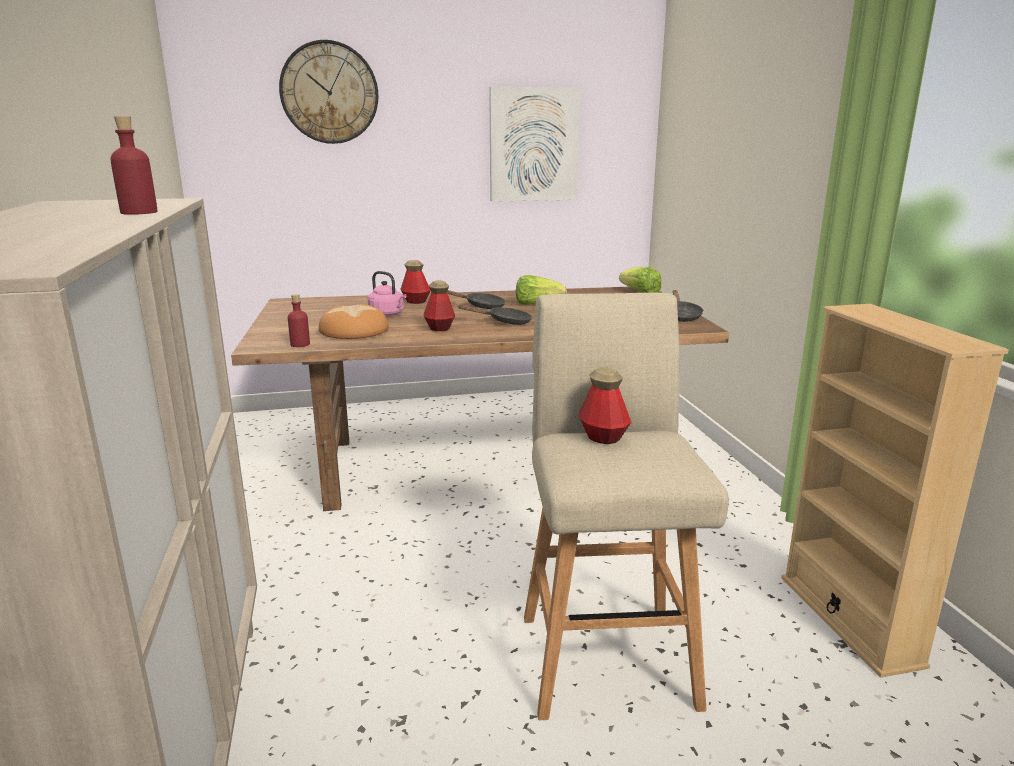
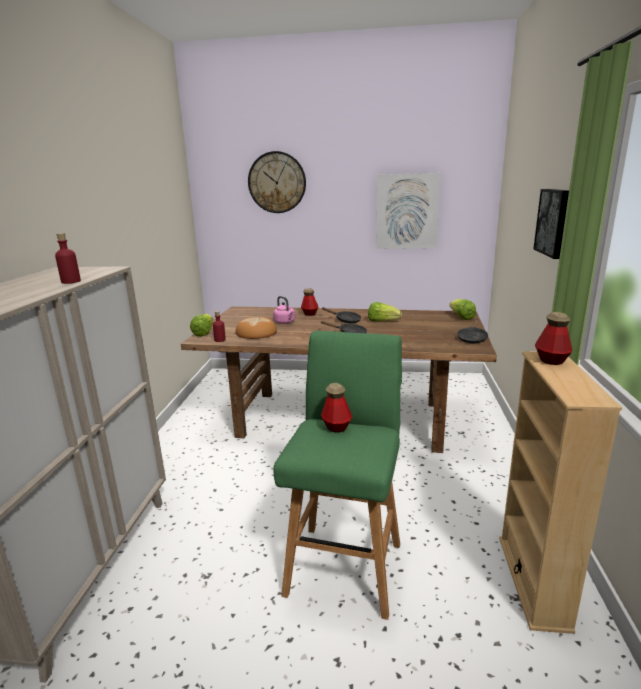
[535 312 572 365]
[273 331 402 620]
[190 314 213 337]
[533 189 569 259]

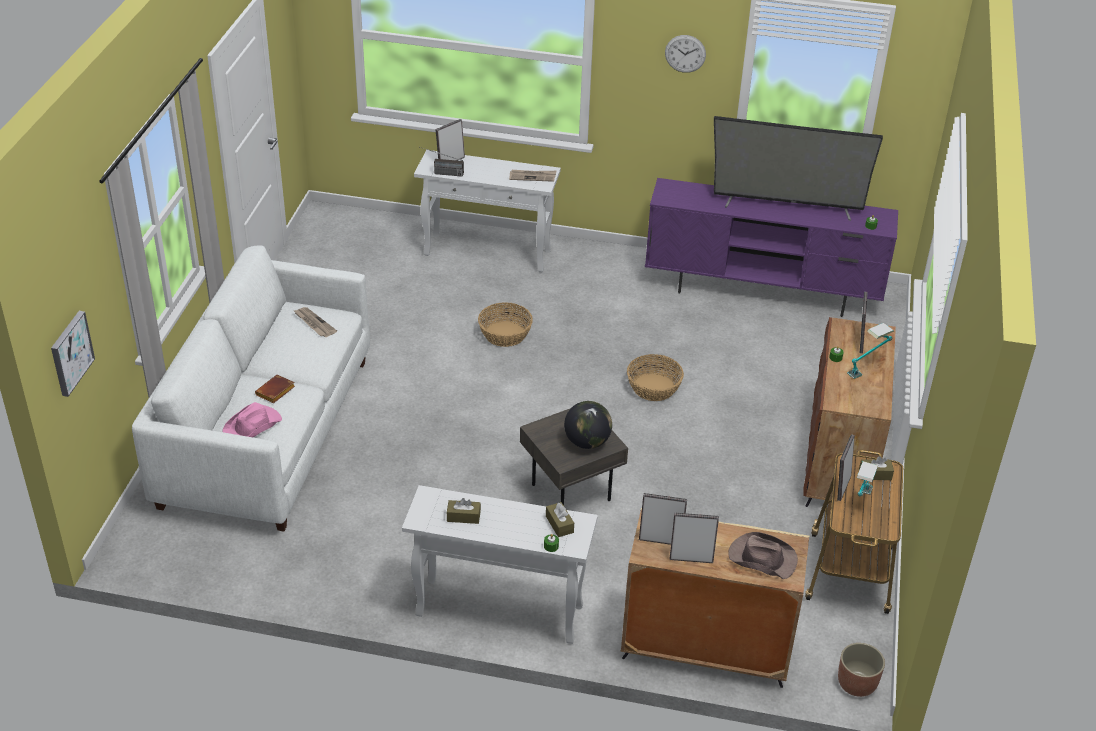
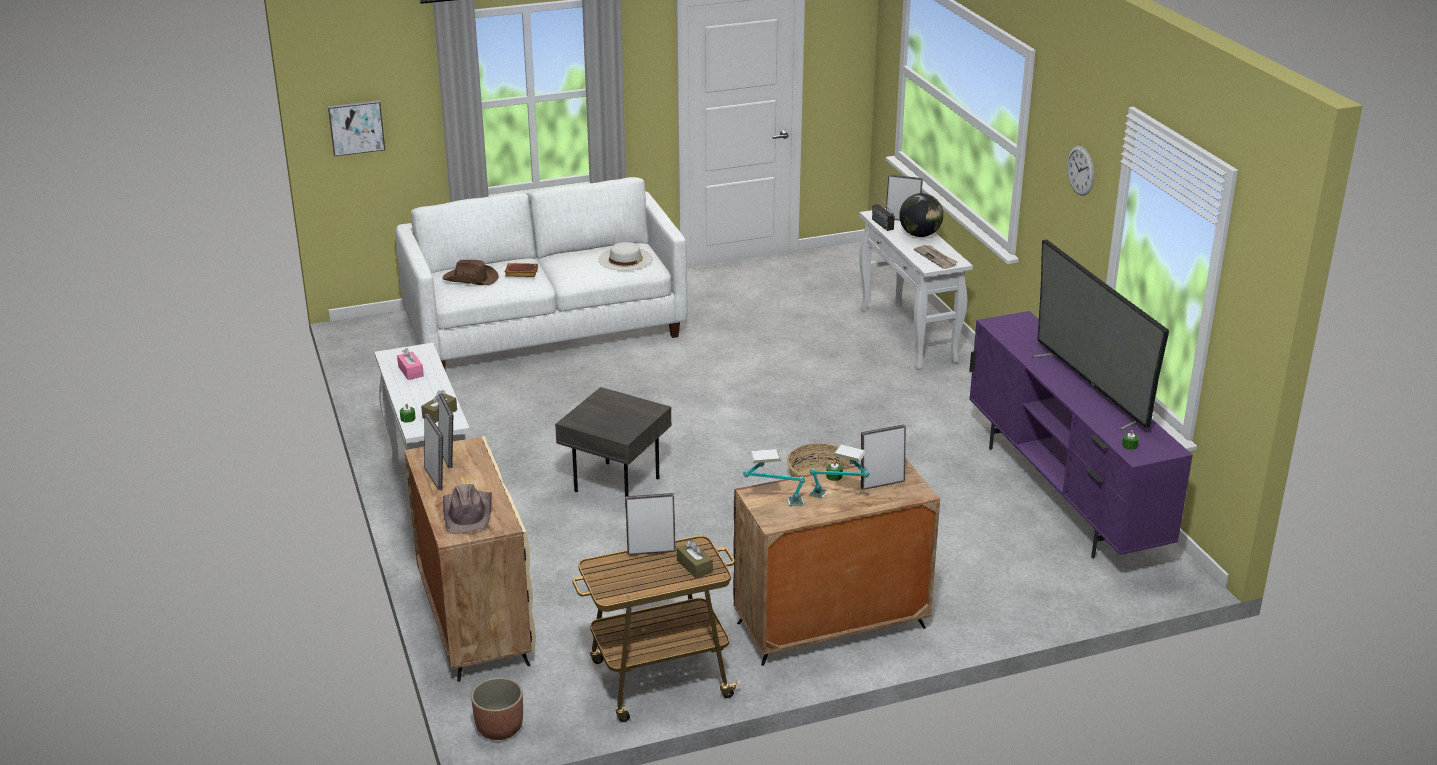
[443 260 499 285]
[598 242 653 271]
[397 348 424 380]
[478 302 533 347] (first image)
[899 193 943 237]
[743 449 805 506]

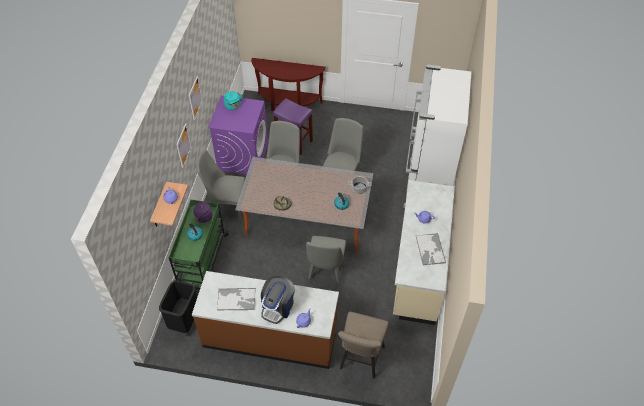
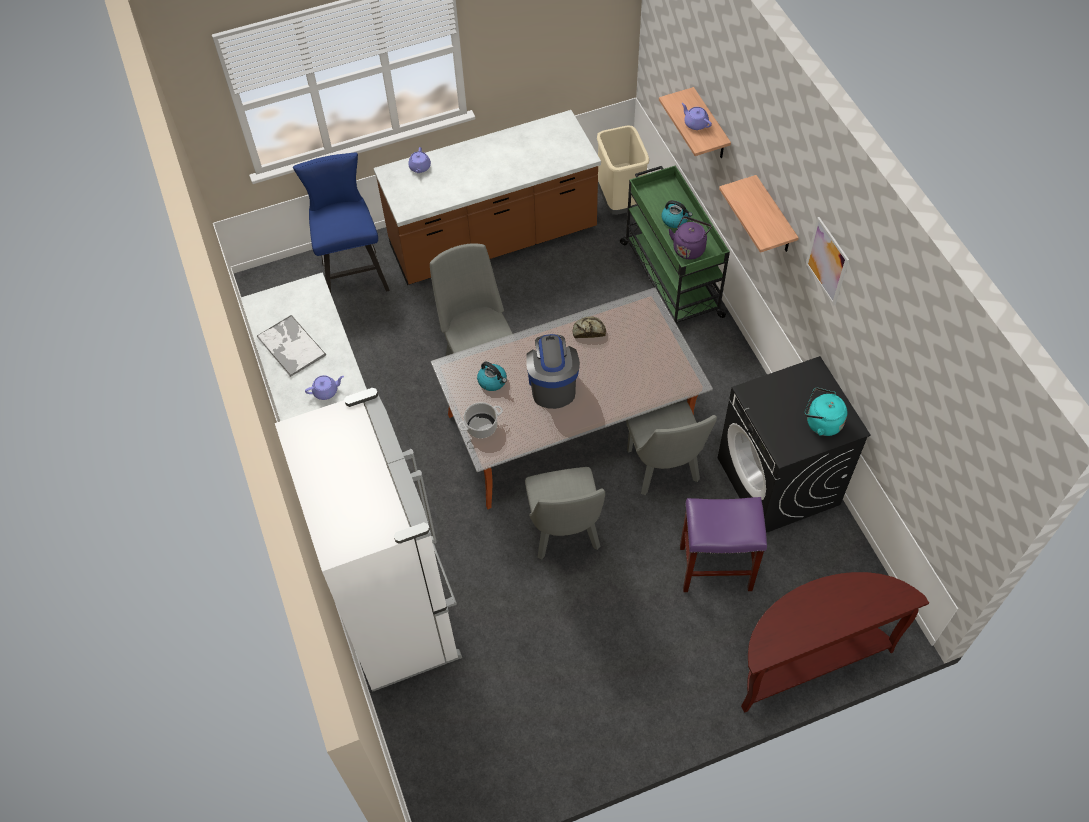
[597 125 649 215]
[719 175 799 253]
[197 149 245 219] (first image)
[718 356 871 533]
[217 288 256 310] (first image)
[526 334 580 409]
[293 153 390 293]

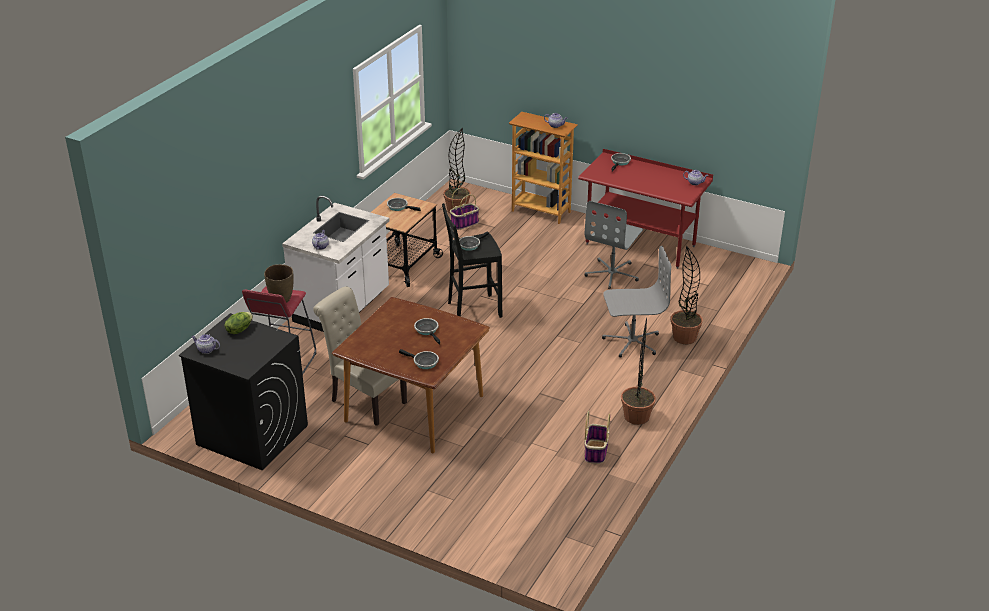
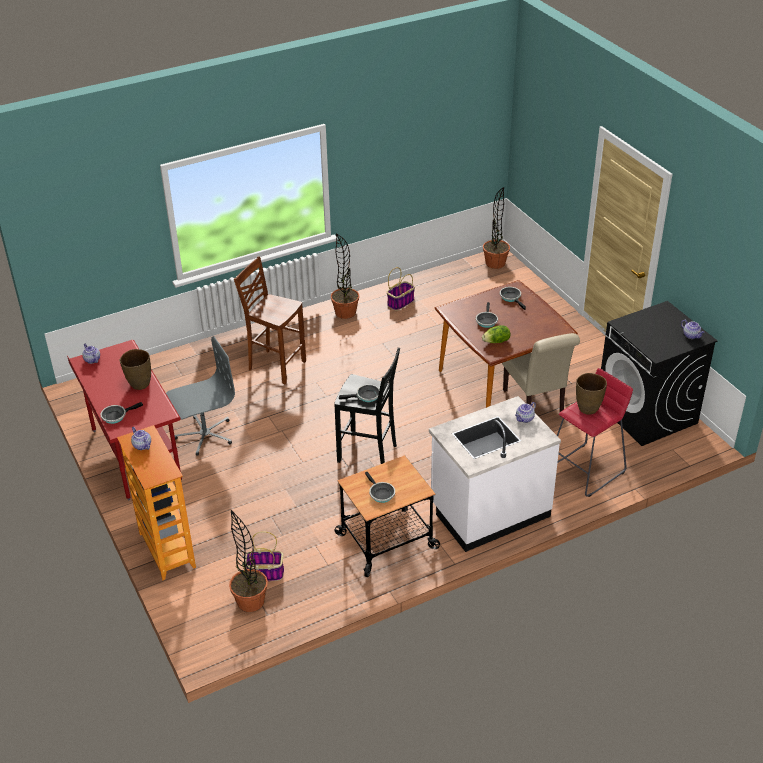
[482 325 510 343]
[234 256 306 384]
[483 187 510 269]
[120 349 151 390]

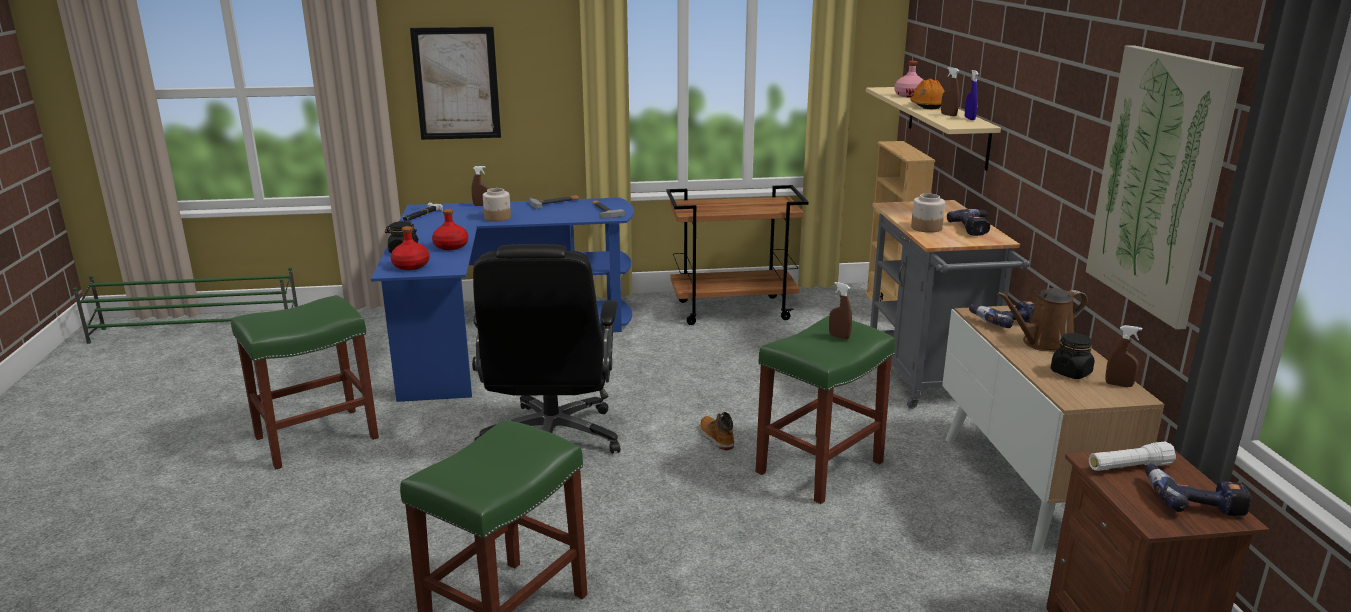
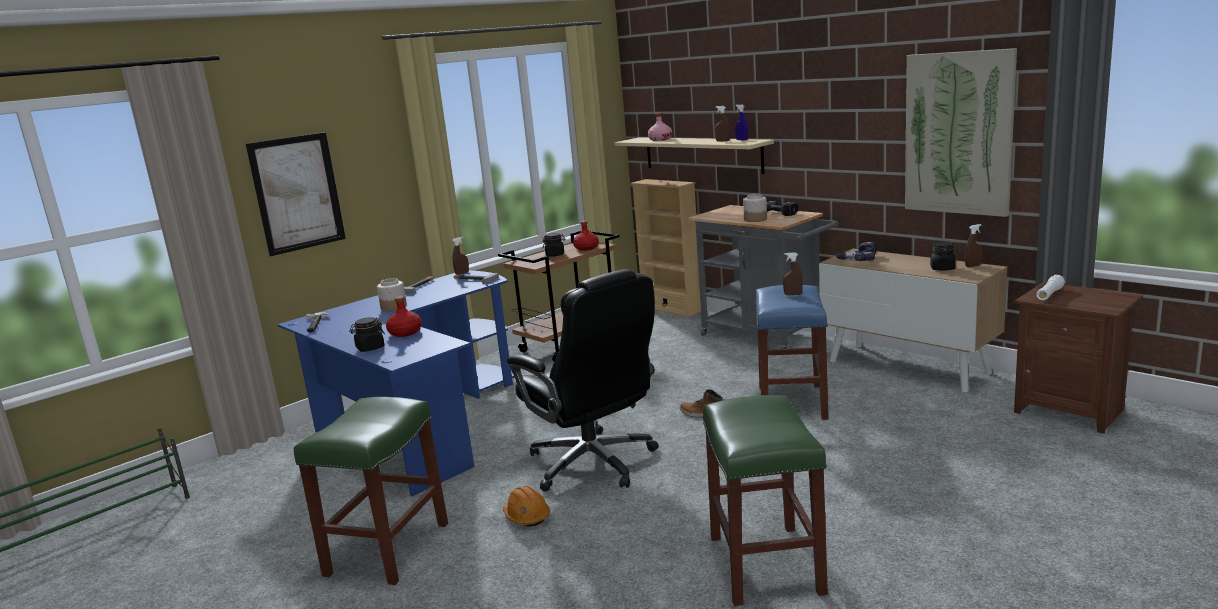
[573 221 599 251]
[452 237 469 275]
[755 285 829 420]
[503 486 550 527]
[997 288 1088 352] (first image)
[1145 464 1251 516] (first image)
[543 233 565 257]

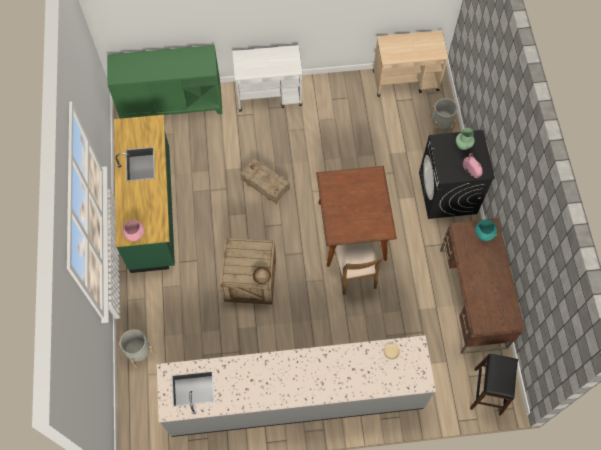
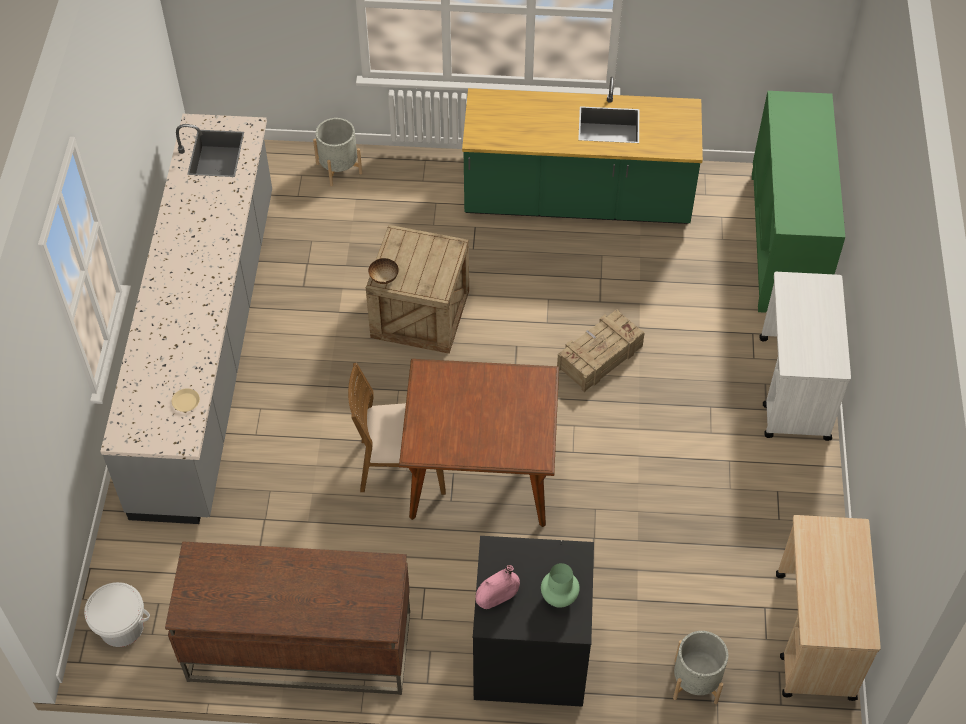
[122 220 145 242] (first image)
[84 582 150 647]
[475 220 497 241] (first image)

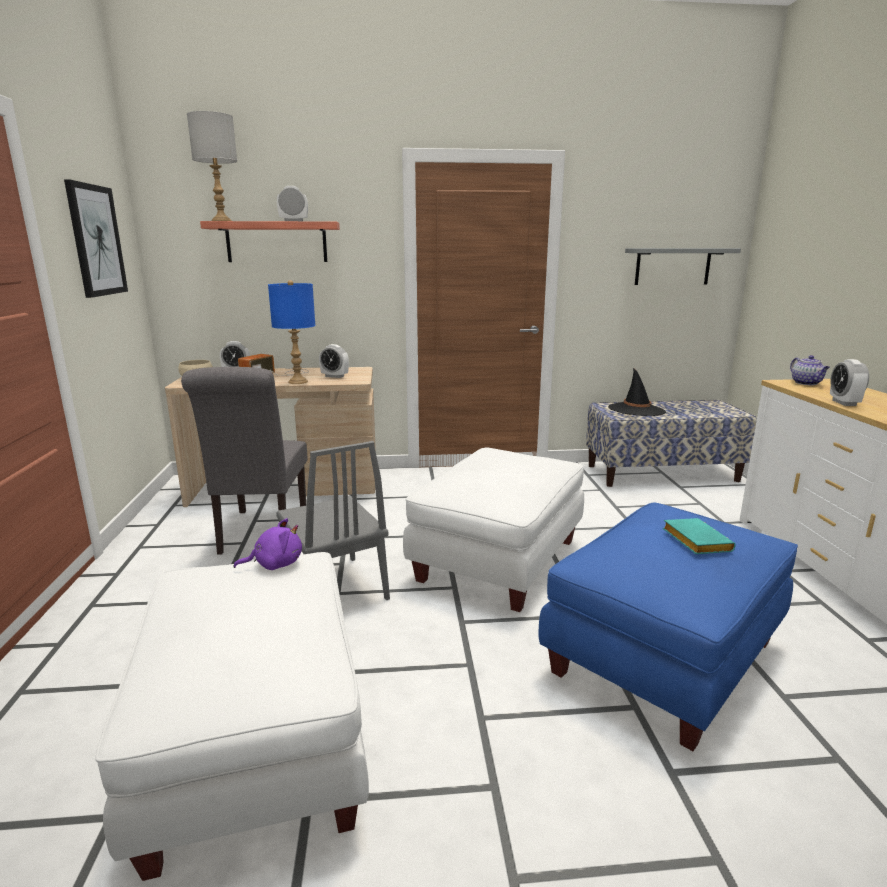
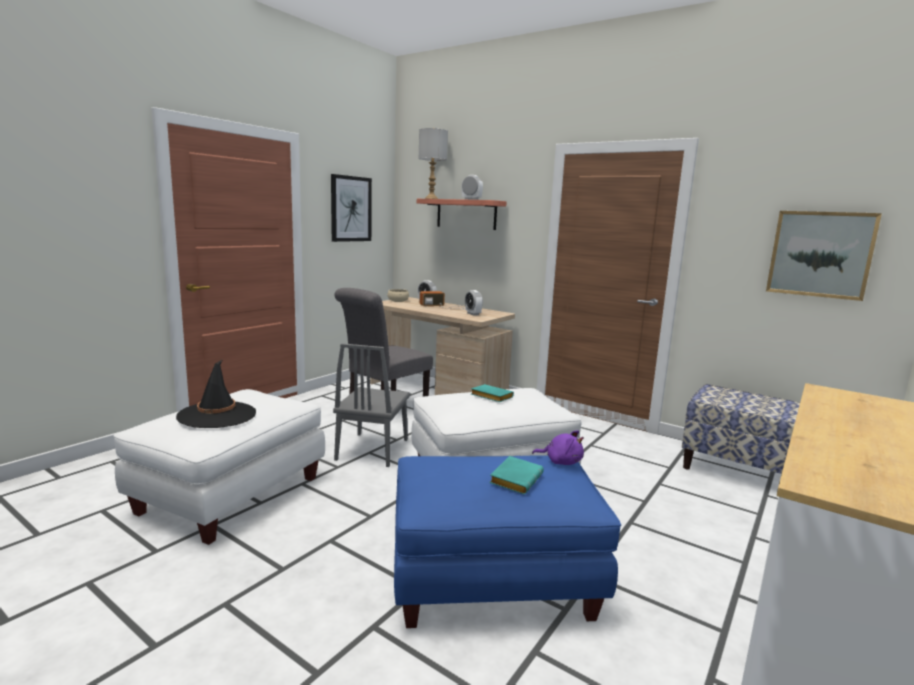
[532 430 584 465]
[268 280 315 384] (first image)
[176 359 256 428]
[766 211 882 301]
[790 355 830 385] (first image)
[830 359 869 406] (first image)
[471 384 514 402]

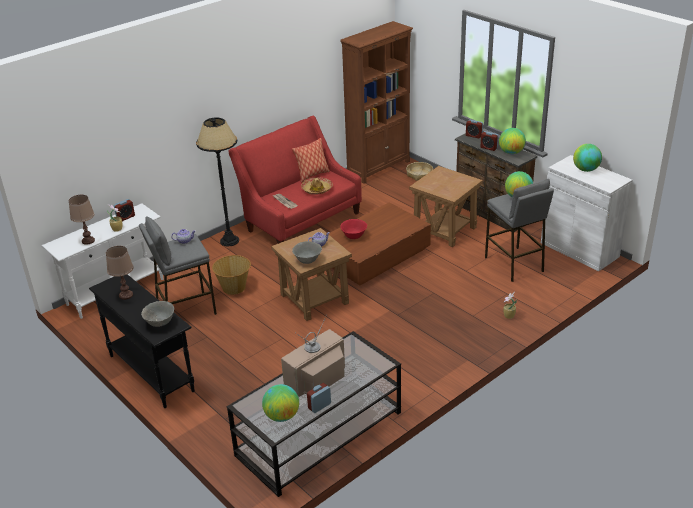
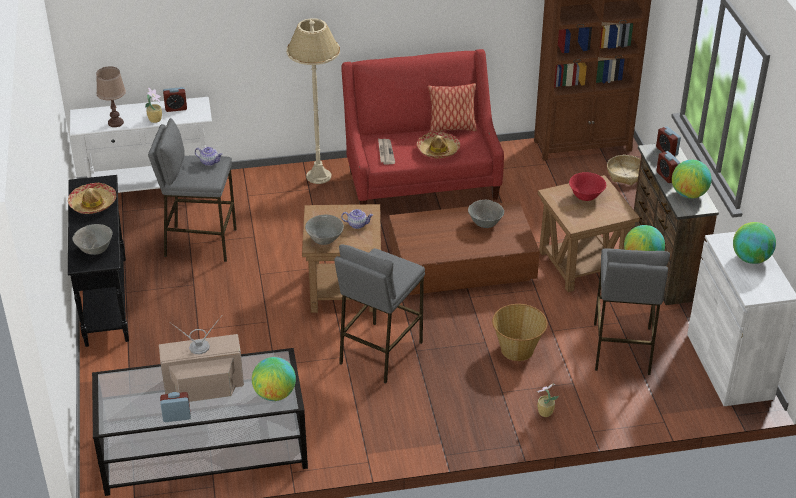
[68 183 116 214]
[286 18 340 184]
[492 304 547 361]
[252 357 296 401]
[569 172 606 201]
[334 245 425 383]
[468 200 504 228]

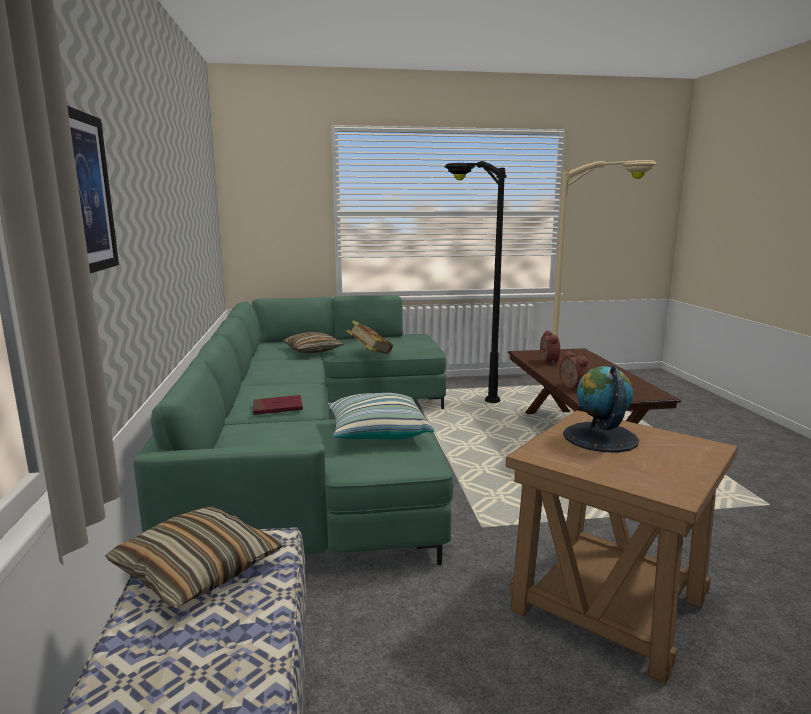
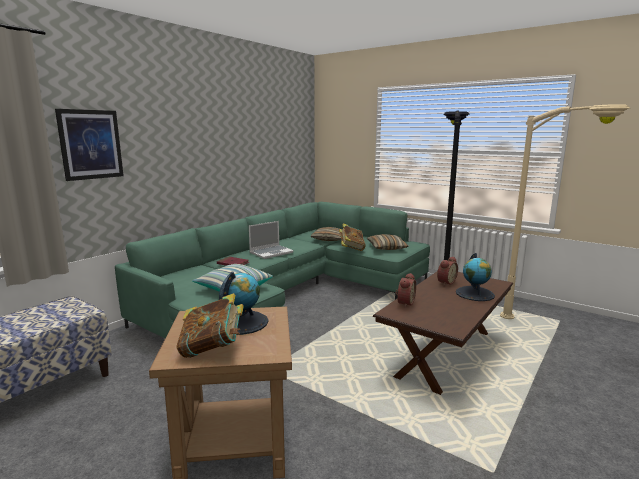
[367 234 409 250]
[176 293 244 358]
[249 221 294 259]
[456 253 495 301]

